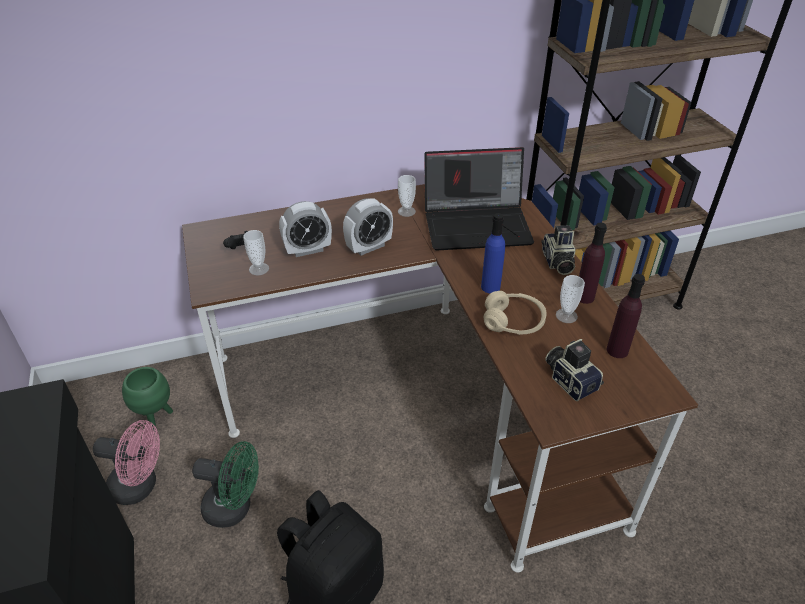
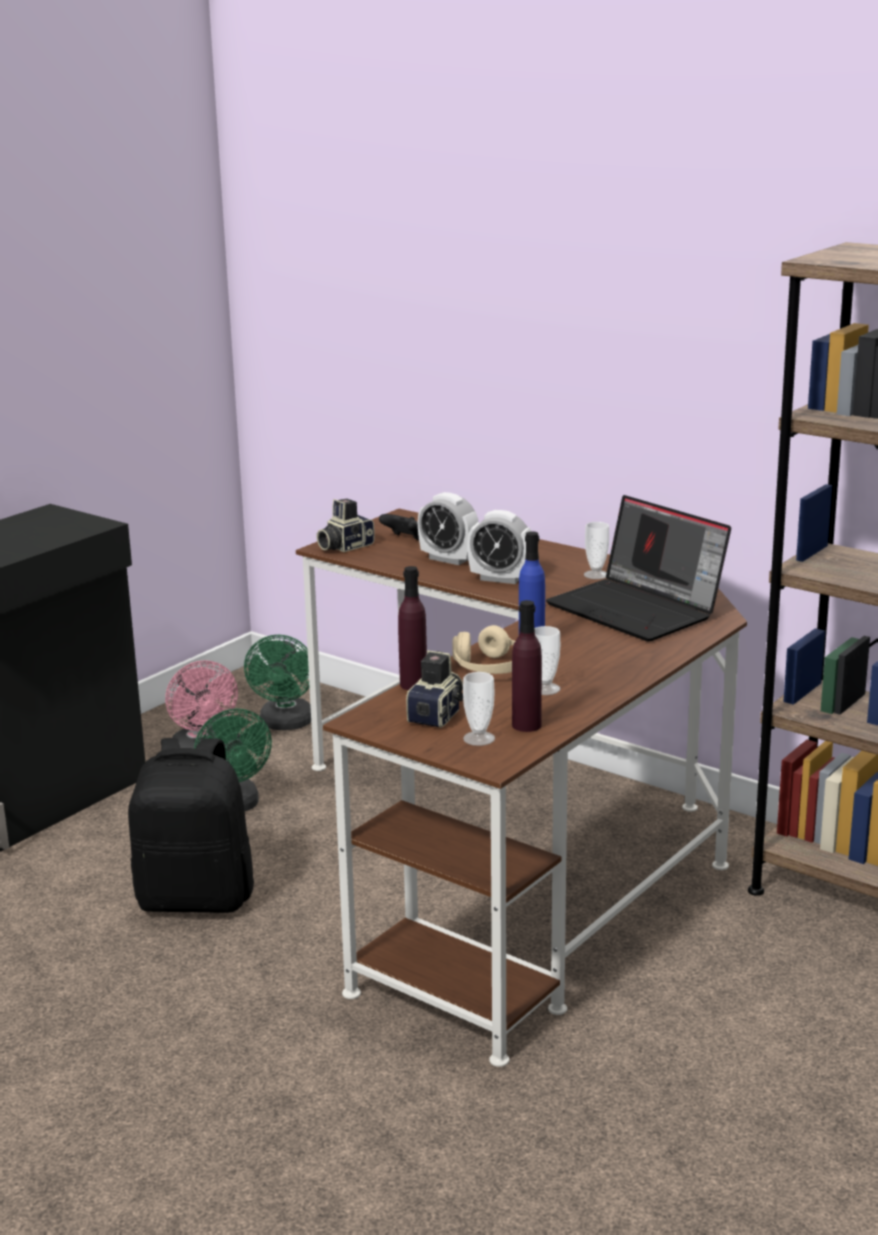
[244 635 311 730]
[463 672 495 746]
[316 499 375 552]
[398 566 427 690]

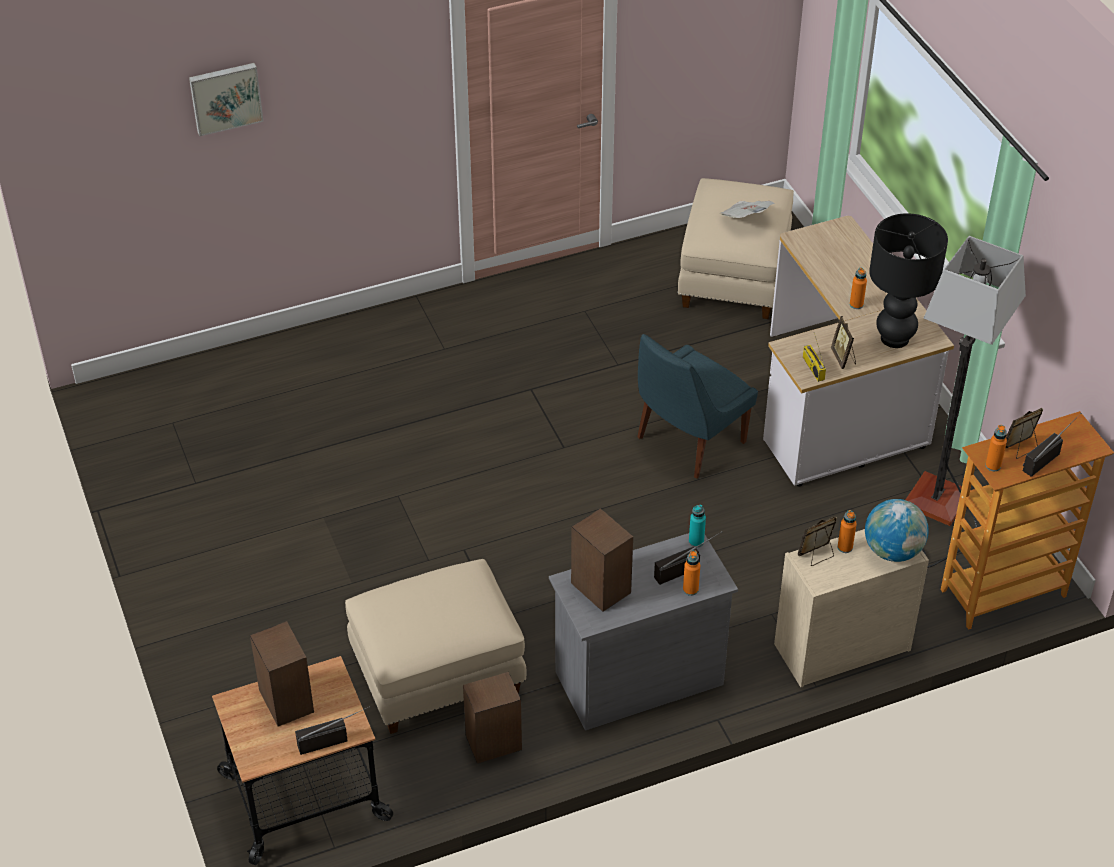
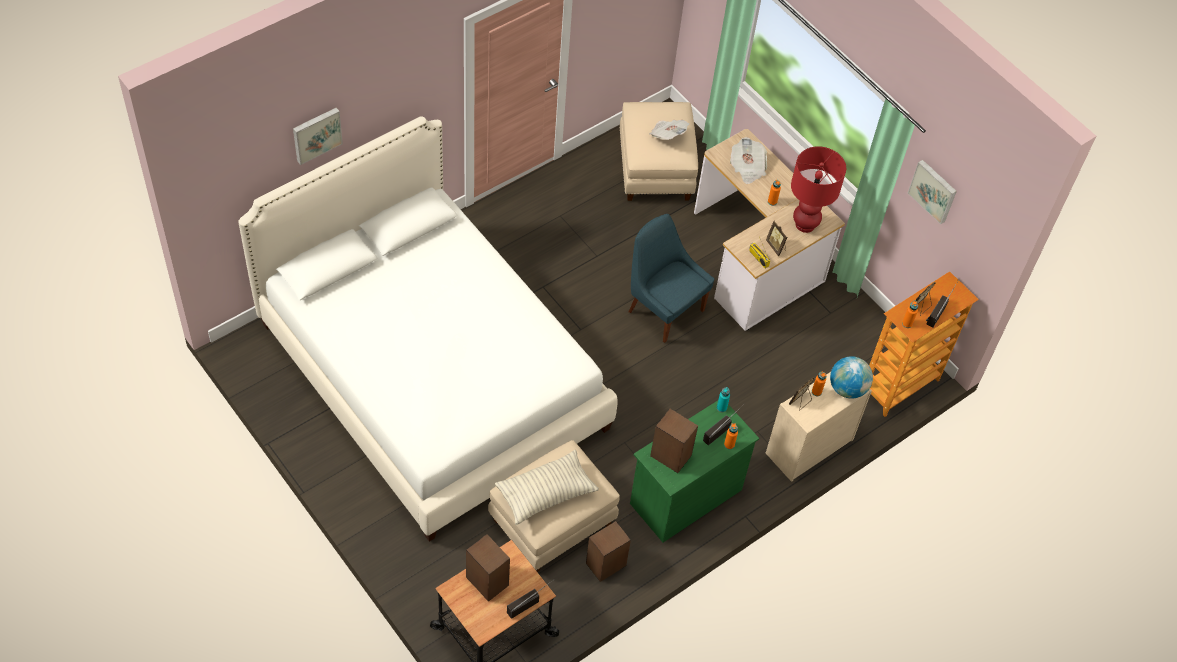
[630 401 759 542]
[629 214 714 343]
[791 146 846 233]
[905 236 1026 568] (first image)
[238 117 618 542]
[495 450 599 525]
[730 137 767 184]
[908 160 957 224]

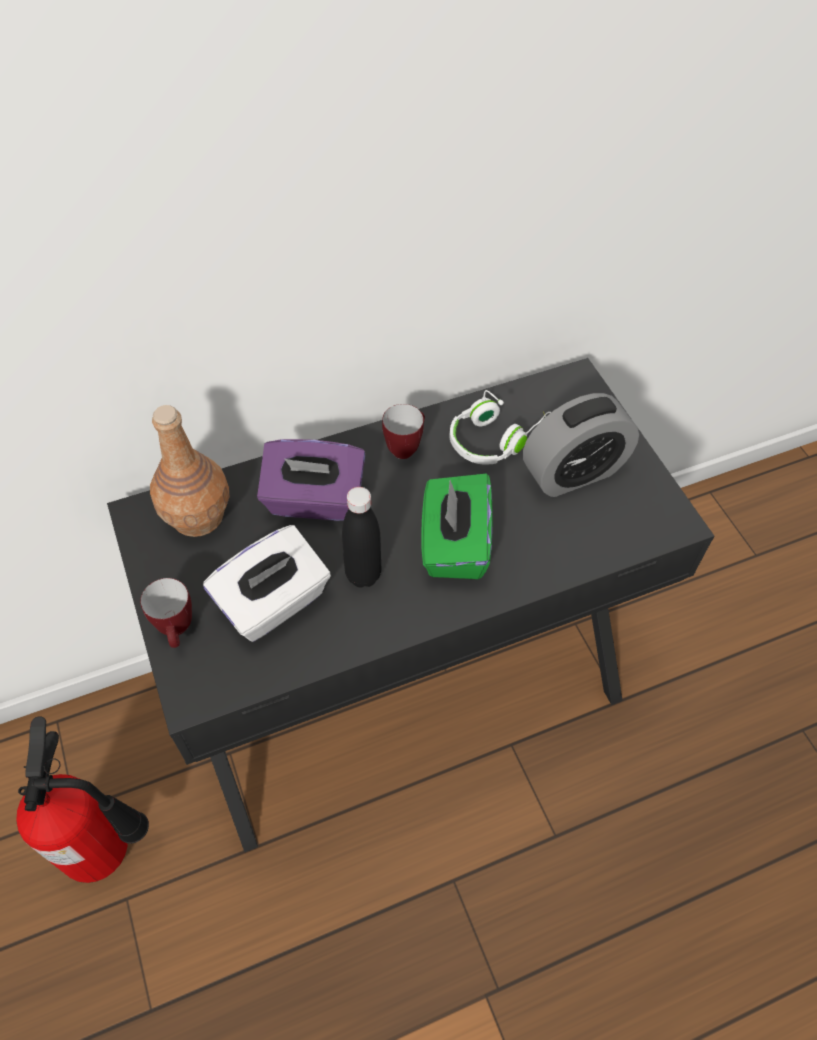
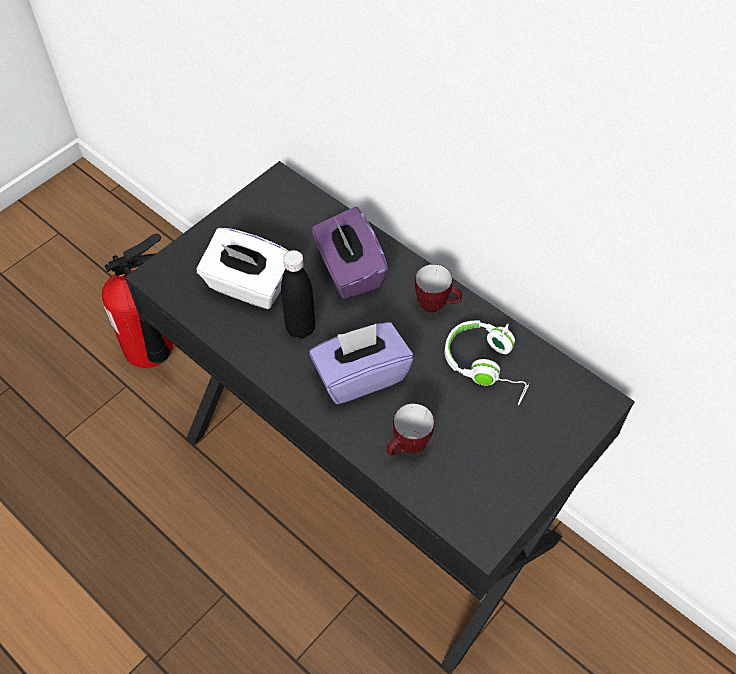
[386 403 434 456]
[150 405 230 537] (first image)
[309 322 413 404]
[523 393 639 497] (first image)

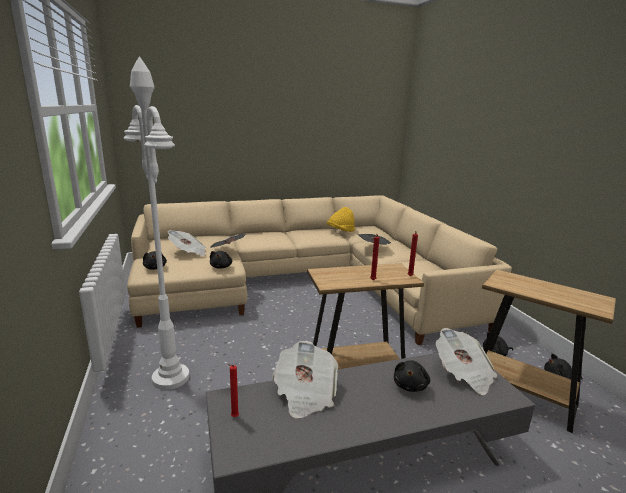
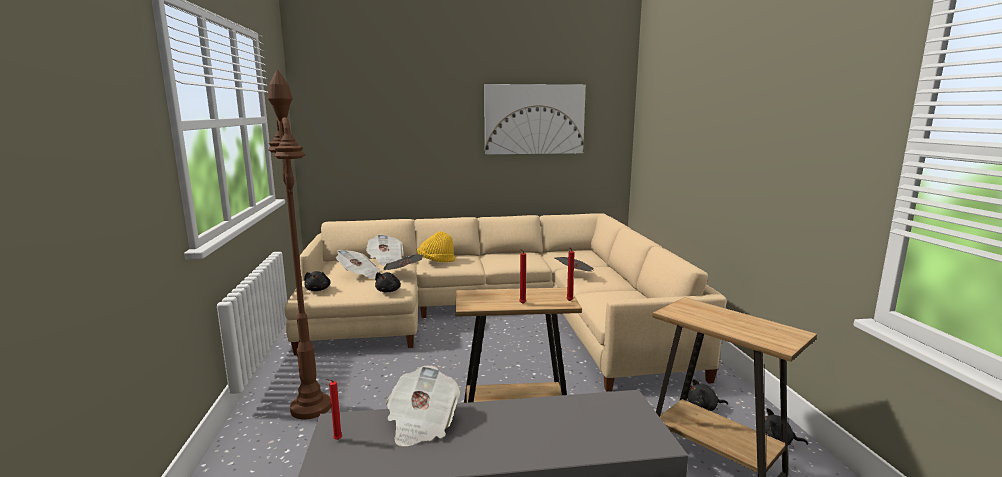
[268 70 331 419]
[417 231 455 262]
[394 360 430 392] (first image)
[366 234 403 266]
[484 84 586 154]

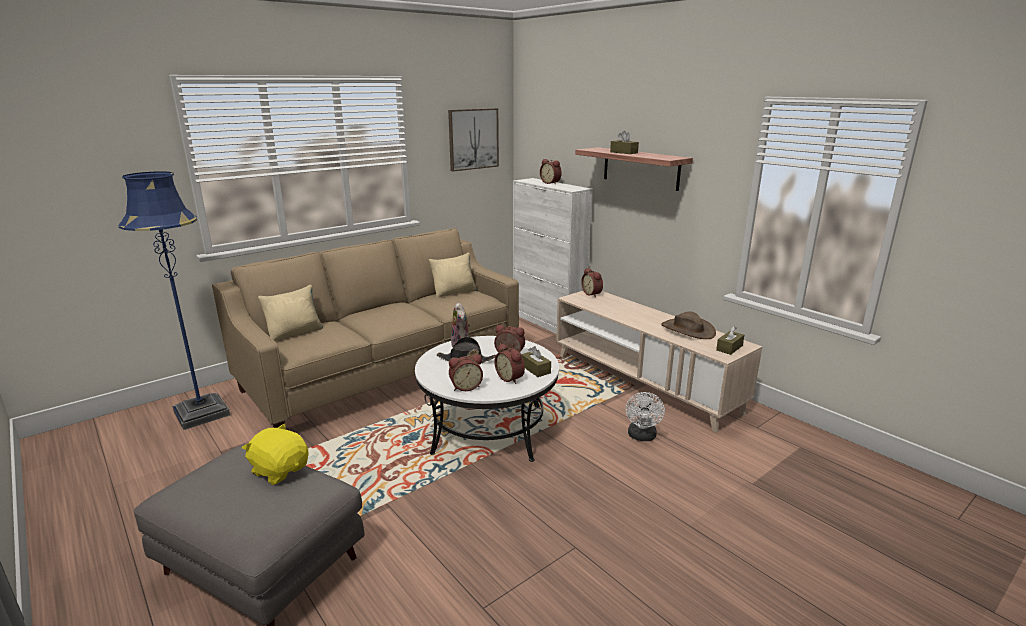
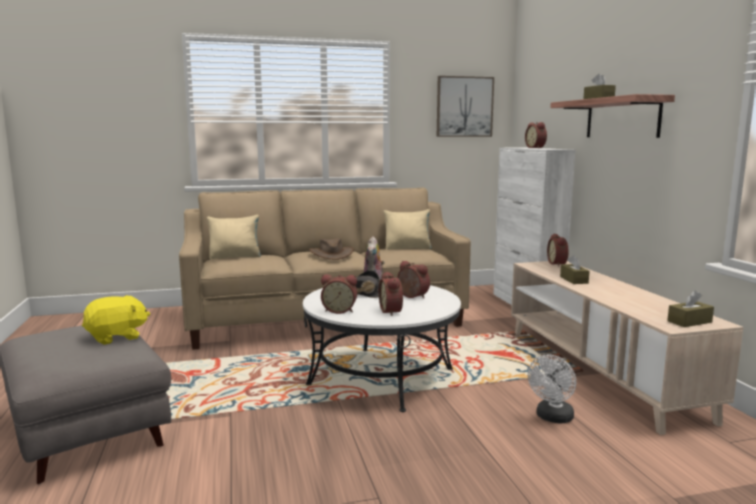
[118 171 230 430] (first image)
[82 295 150 345]
[560 255 590 284]
[309 238 354 260]

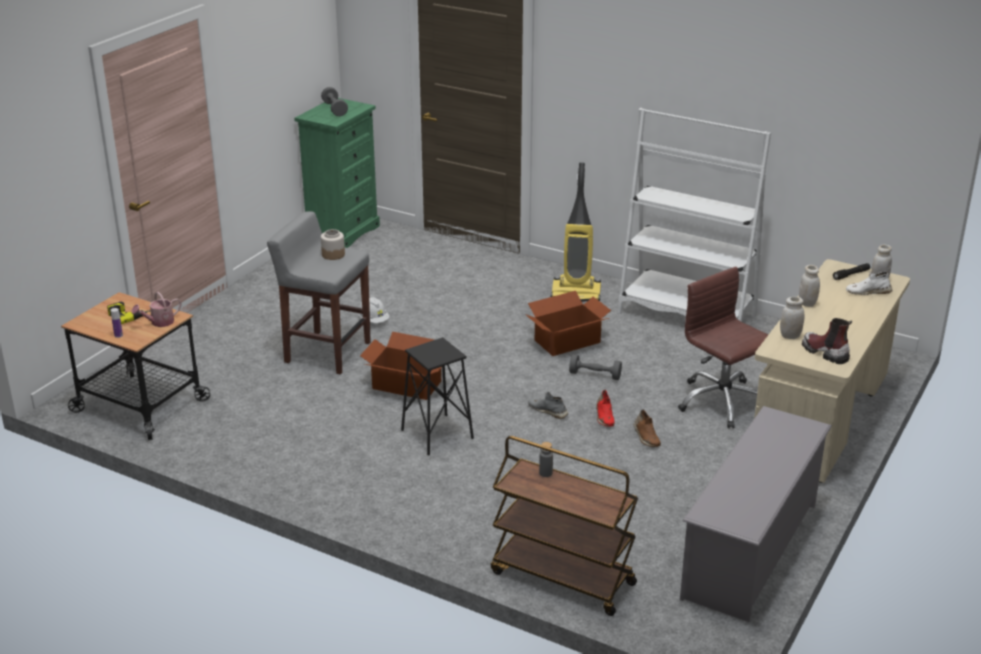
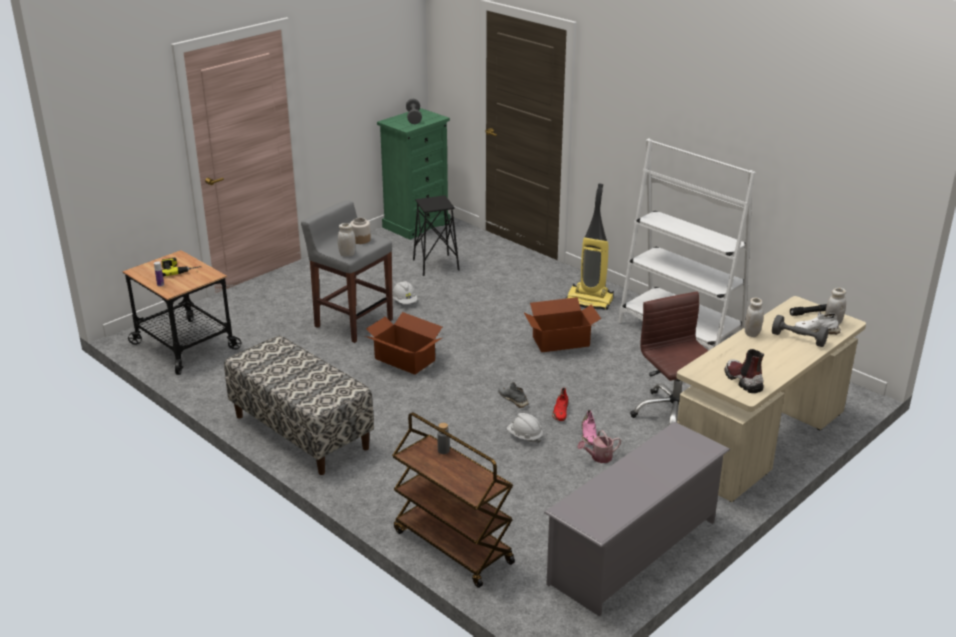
[577 430 621 463]
[413 195 460 276]
[772 315 829 347]
[581 410 597 445]
[338 223 356 257]
[224 335 374 475]
[507 413 543 443]

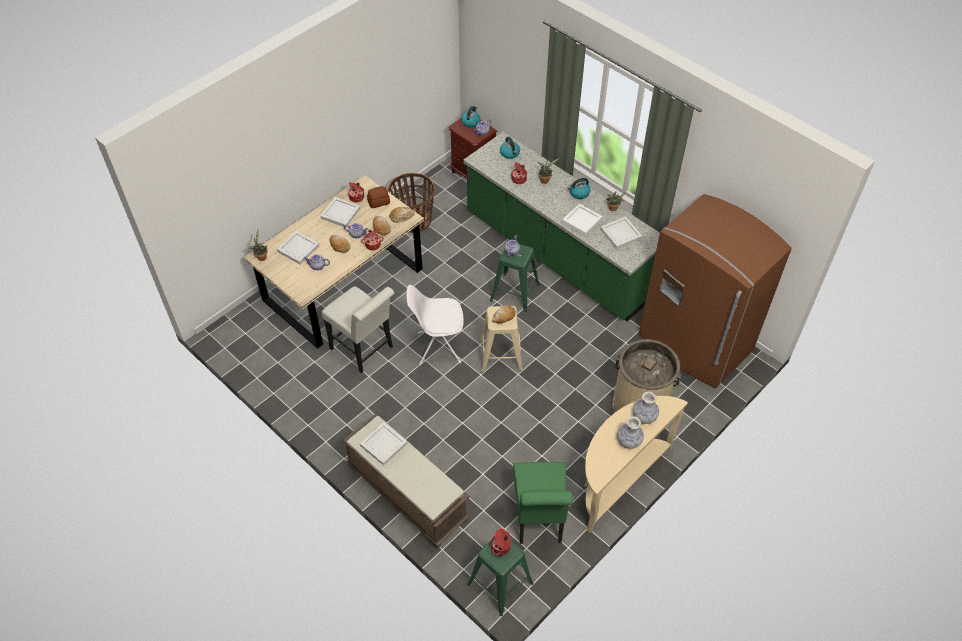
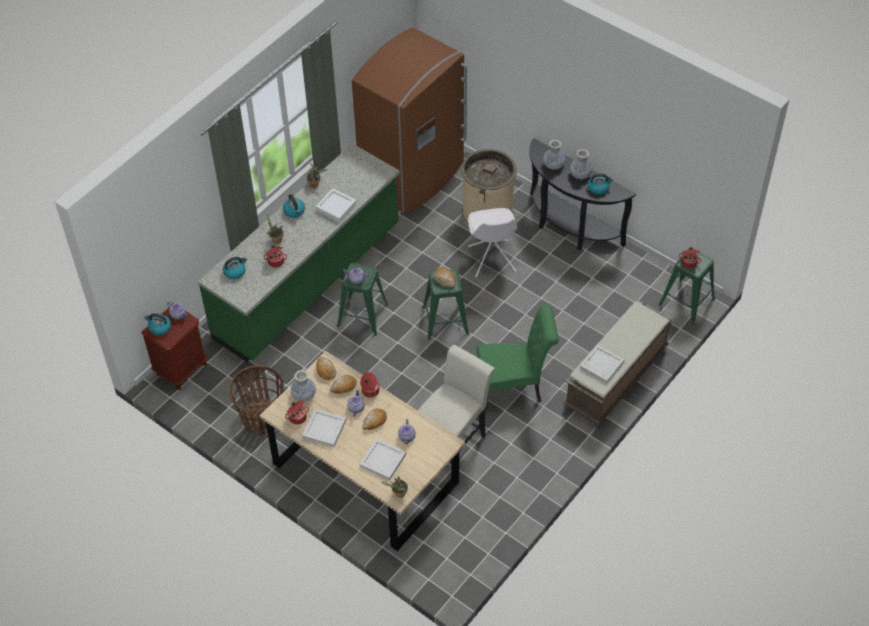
[291 370 316 401]
[468 208 518 277]
[422 269 469 339]
[476 305 559 409]
[529 138 636 250]
[600 216 642 249] (first image)
[588 174 613 195]

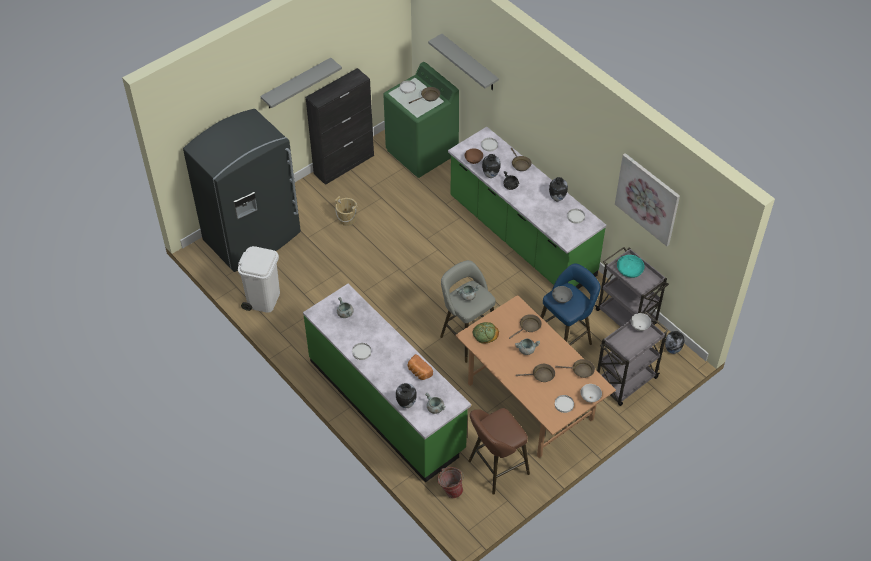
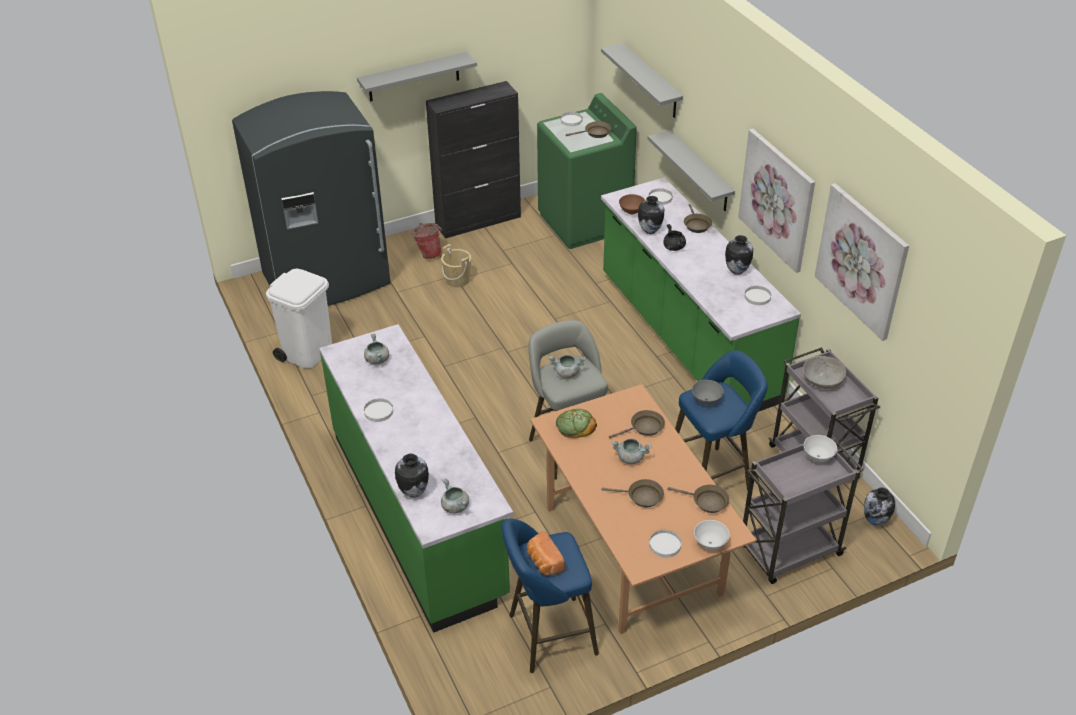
[527 531 565 575]
[411 223 442 259]
[502 519 599 673]
[803 356 846 389]
[648 130 735 211]
[738 129 815 273]

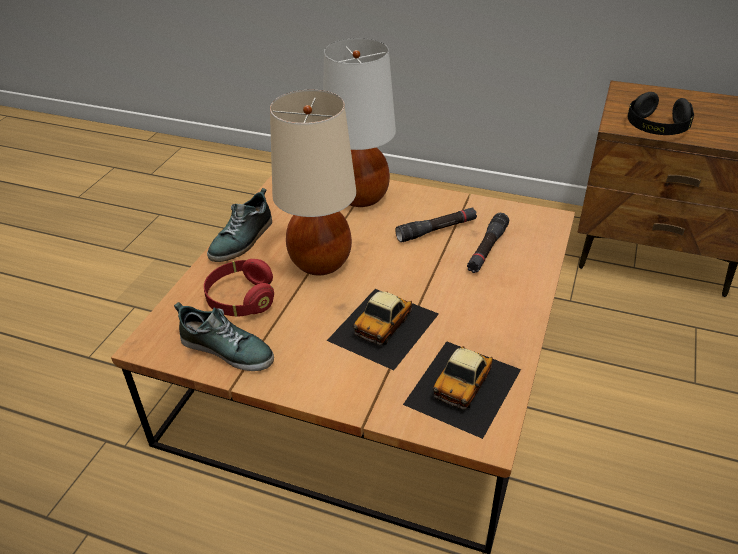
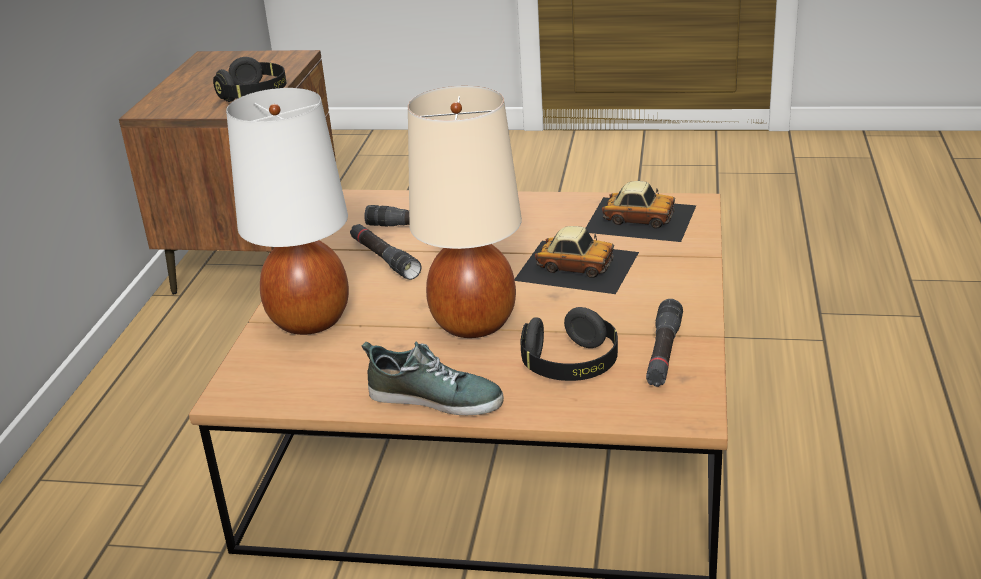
[646 299 683 387]
[521 307 618 381]

